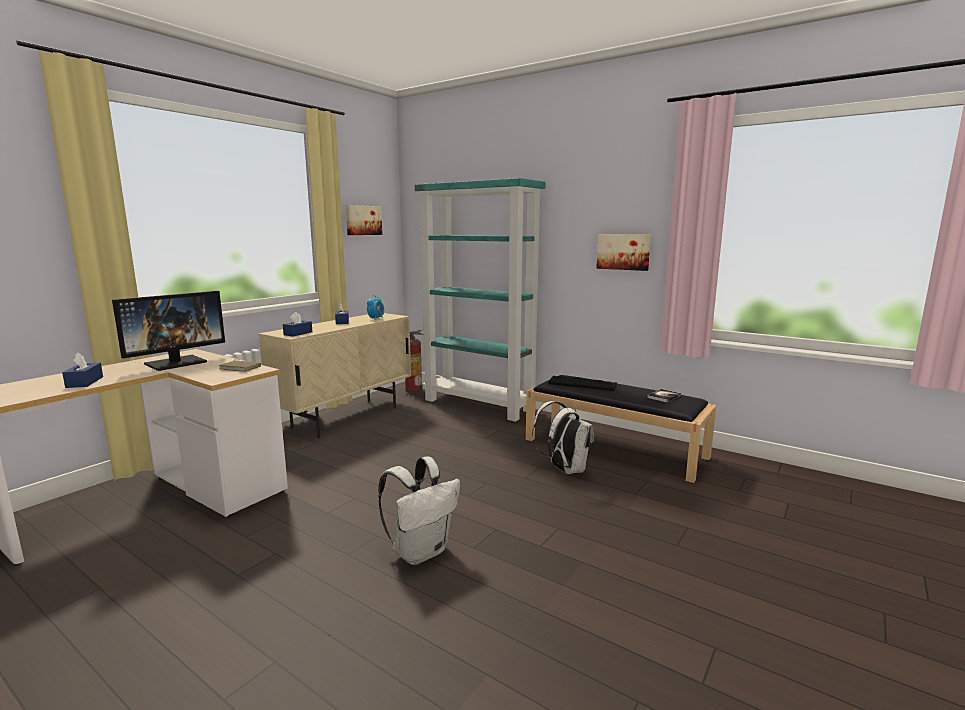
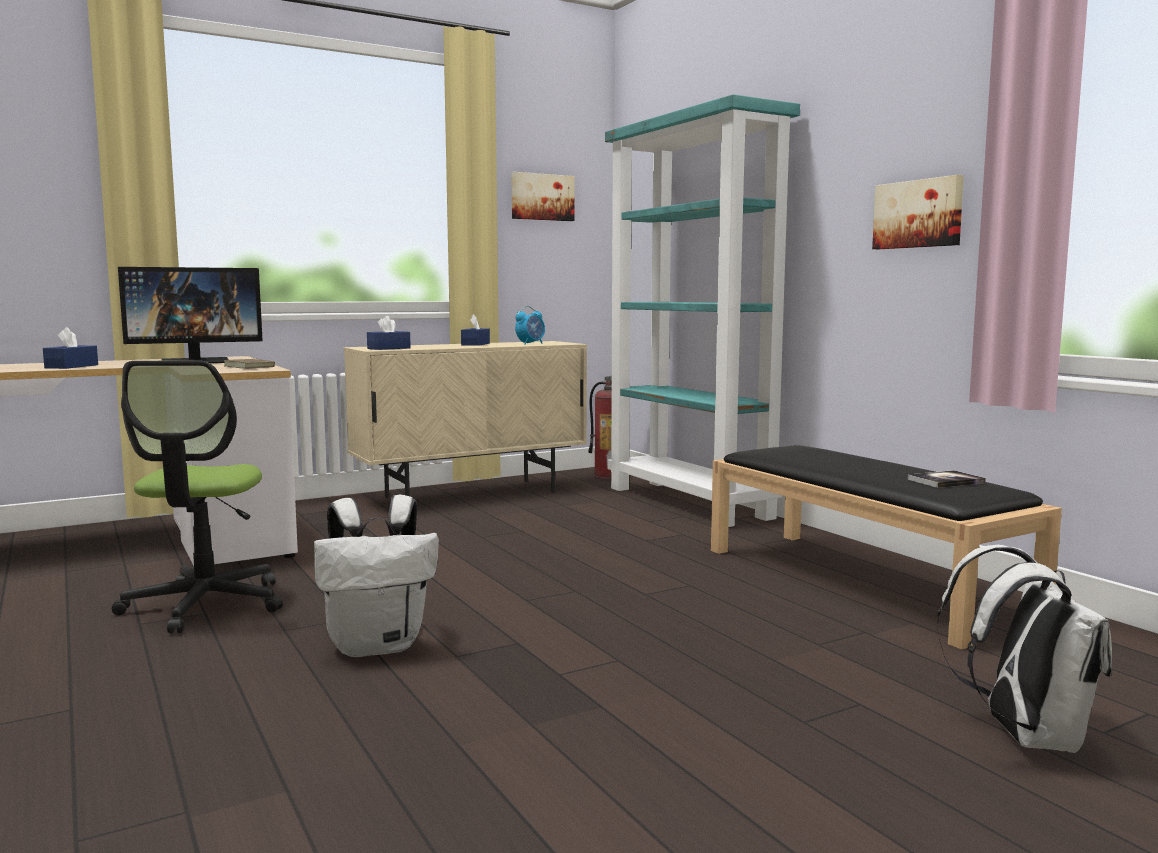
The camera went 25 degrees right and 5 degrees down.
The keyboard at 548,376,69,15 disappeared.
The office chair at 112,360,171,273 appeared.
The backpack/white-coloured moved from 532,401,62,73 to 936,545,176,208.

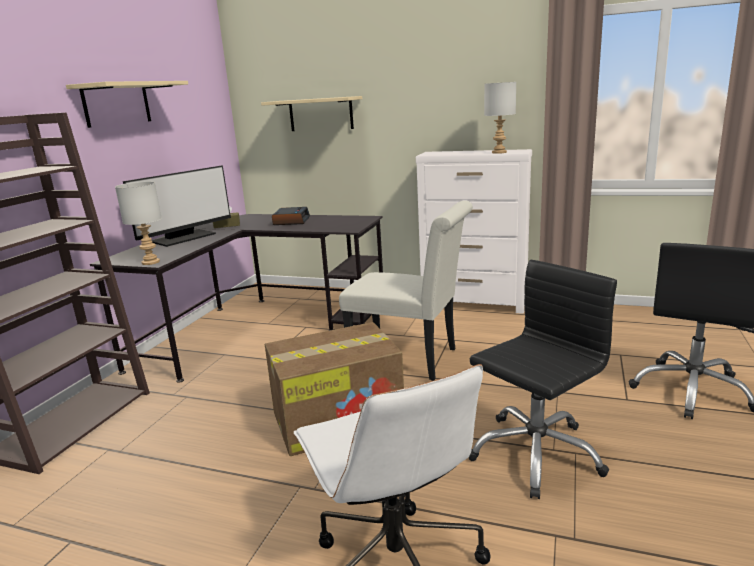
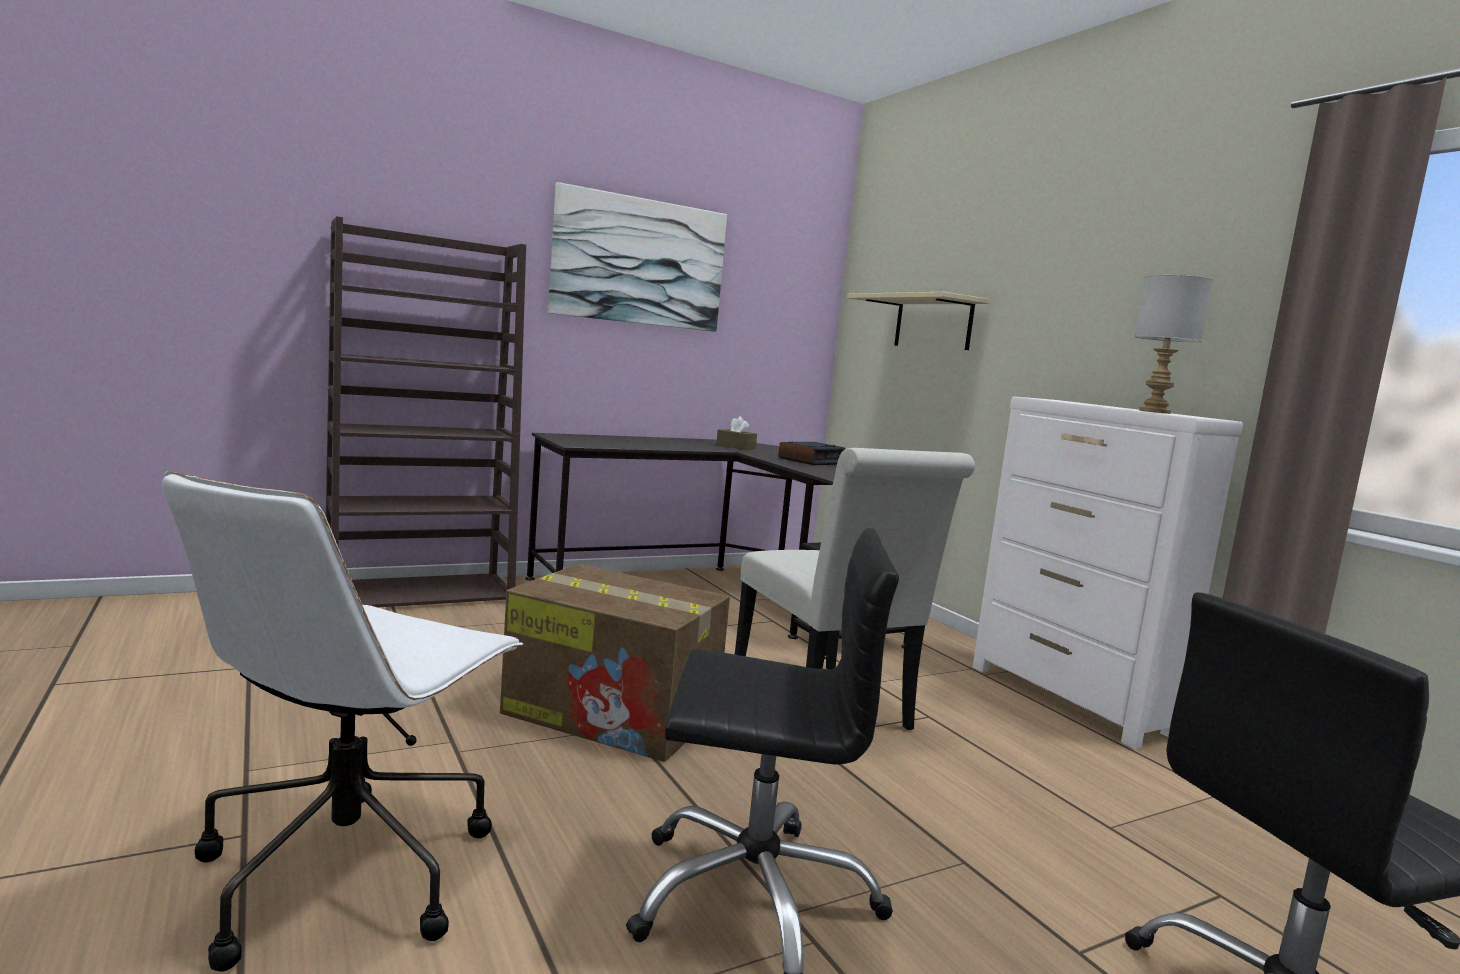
The camera went 40 degrees right and 10 degrees down.
The tabletop lamp/greyish at 115,181,47,84 disappeared.
The monitor at 123,166,108,81 disappeared.
The shelf/beige-coloured at 66,81,122,47 was replaced by the picture at 548,182,179,150.

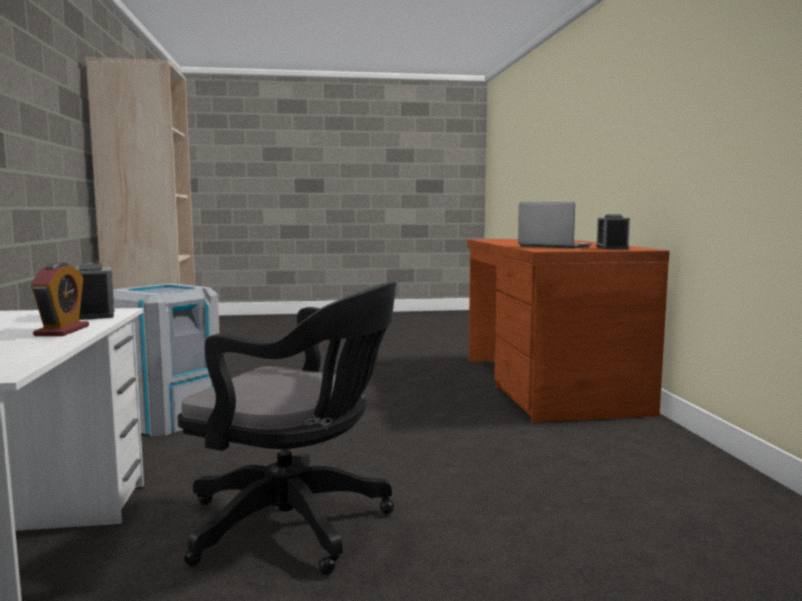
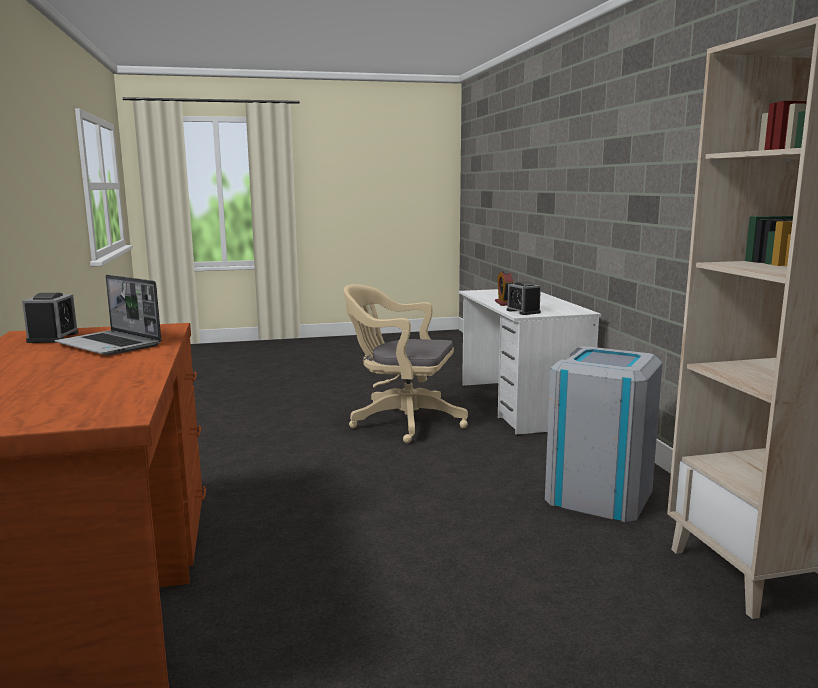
The camera went 175 degrees right and 5 degrees up.
The office chair/black-coloured at 178,282,219,293 became the office chair/beige-coloured at 344,284,124,159.

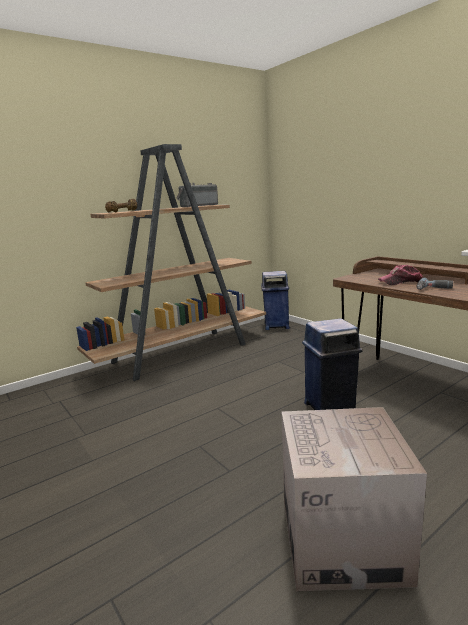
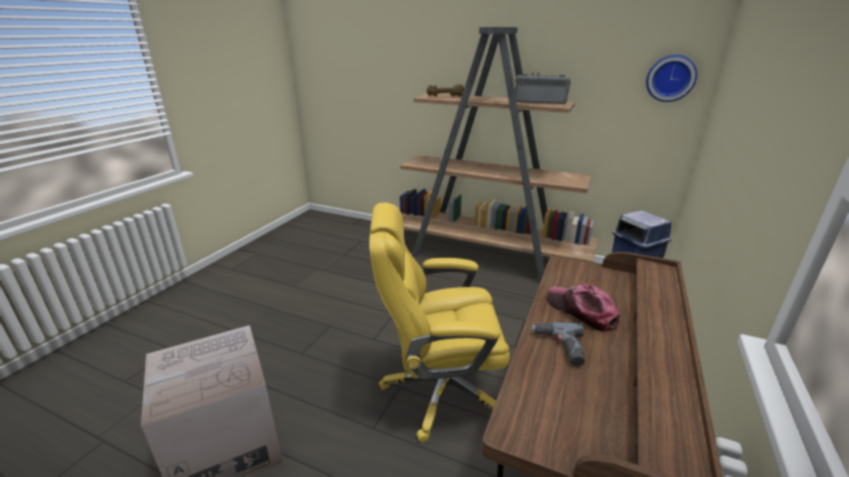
The camera went 60 degrees right and 10 degrees up.
The clock on the wall at 646,55,51,47 appeared.
The waste bin/blue-coloured at 302,318,60,92 was replaced by the office chair/yellow-coloured at 369,202,141,240.

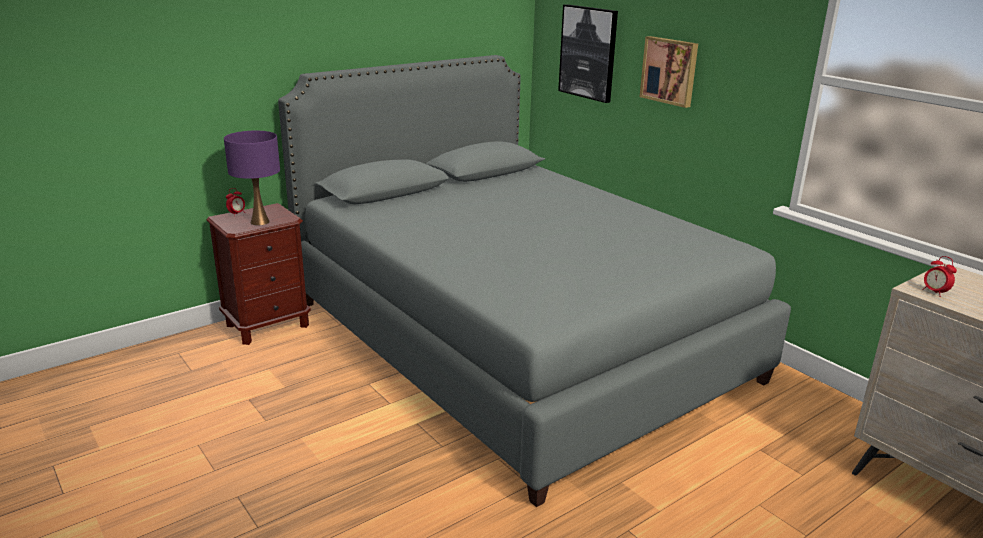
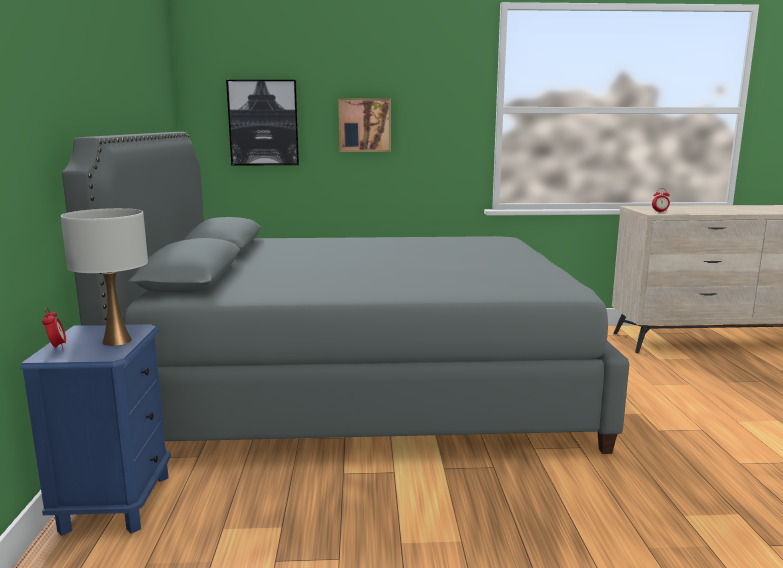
The camera went 55 degrees left and 10 degrees down.
The night table/brown-coloured at 206,203,105,142 became the night table/blue-coloured at 20,324,151,212.
The tabletop lamp/purple at 224,131,56,94 became the tabletop lamp/white-coloured at 61,208,87,138.

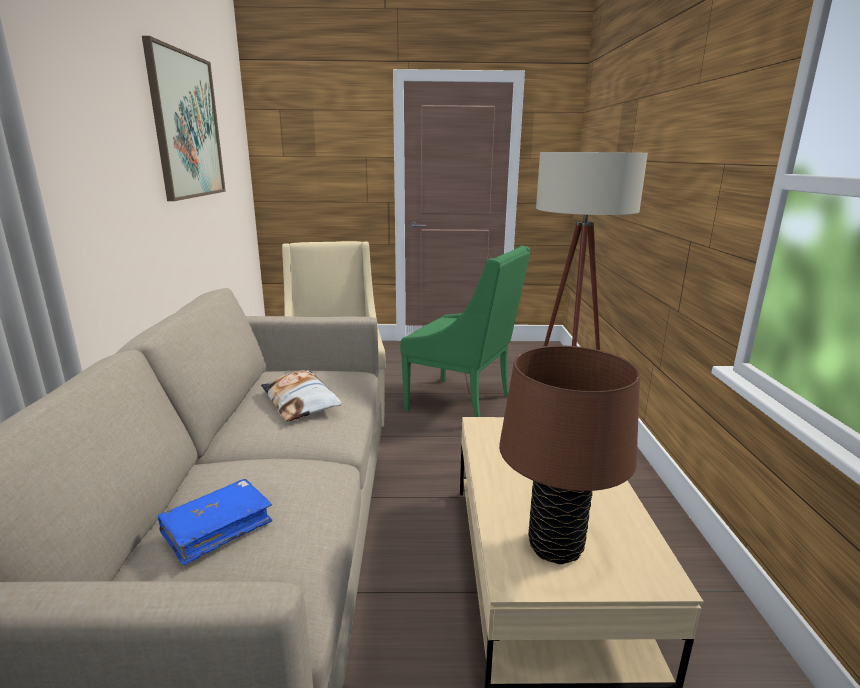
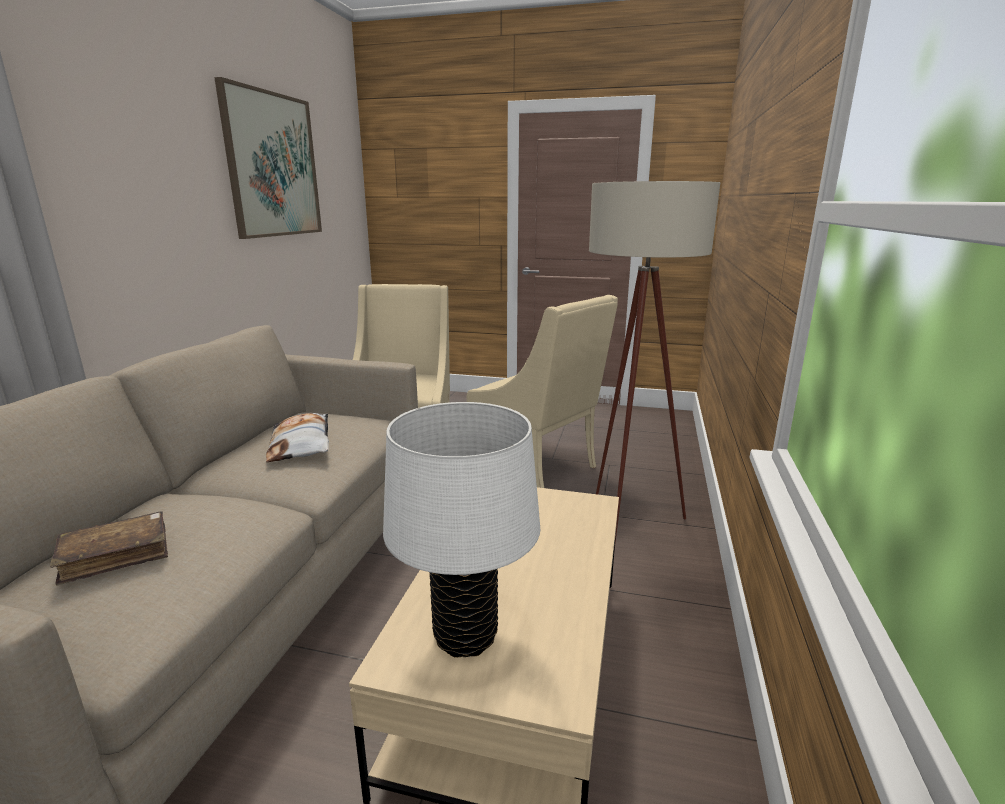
The camera went 15 degrees right and 0 degrees up.
The volume/blue-coloured at 157,479,115,86 became the volume/brown-coloured at 50,511,118,74.
The armchair/green-coloured at 400,246,130,171 became the armchair/beige-coloured at 467,295,151,193.
The tabletop lamp/brown-coloured at 499,345,141,220 became the tabletop lamp/white-coloured at 383,402,157,256.

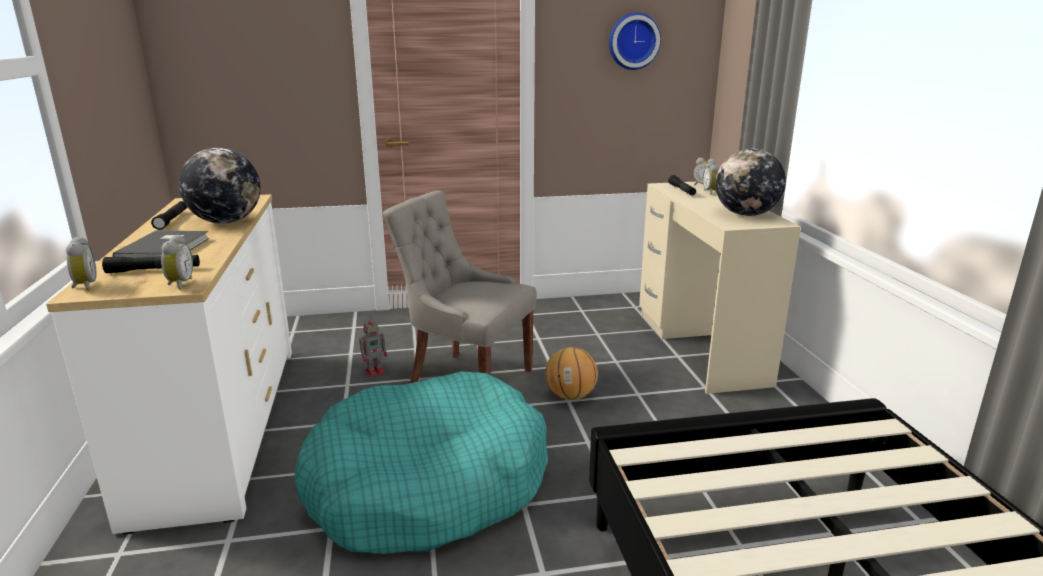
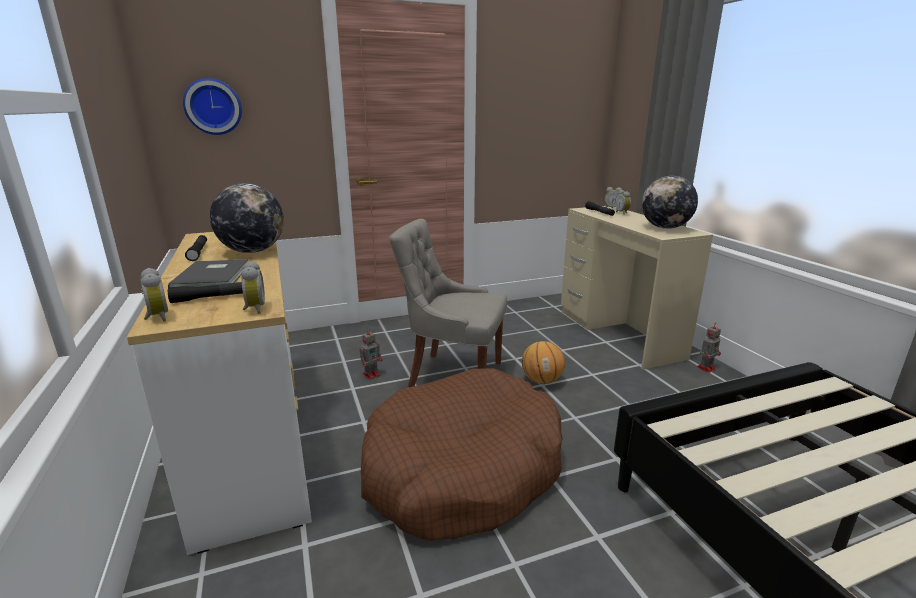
The camera went 10 degrees left and 0 degrees up.
The robot figure at 697,322,24,51 appeared.
The clock on the wall moved from 609,12,52,58 to 183,78,59,57.
The dog cushion/turquoise-coloured at 295,372,253,182 became the dog cushion/brown-coloured at 361,368,201,173.

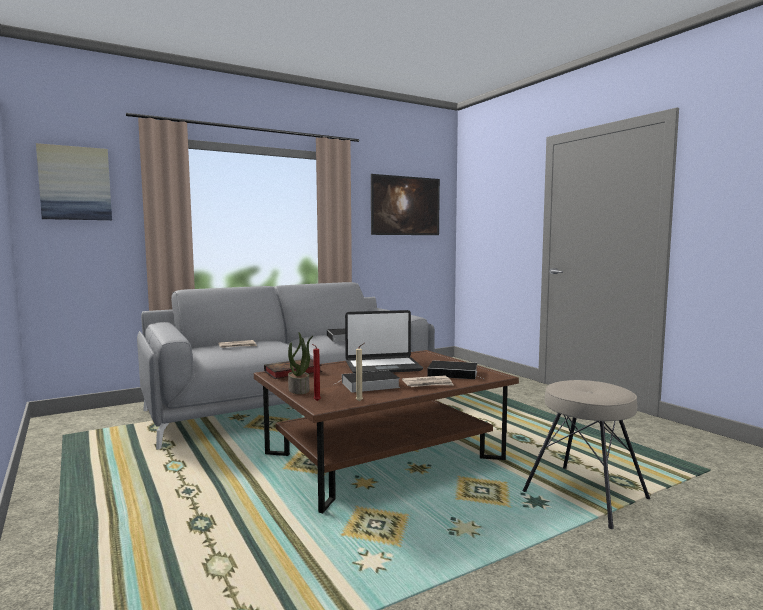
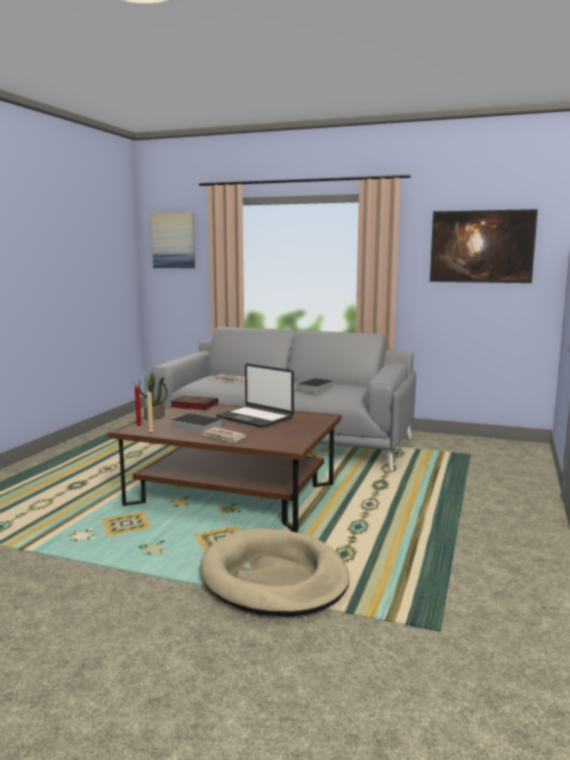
The camera went 50 degrees right and 5 degrees up.
The volume at 427,361,56,18 disappeared.
The sitting stool/beige-coloured at 522,380,128,149 was replaced by the dog cushion/beige-coloured at 200,528,150,88.

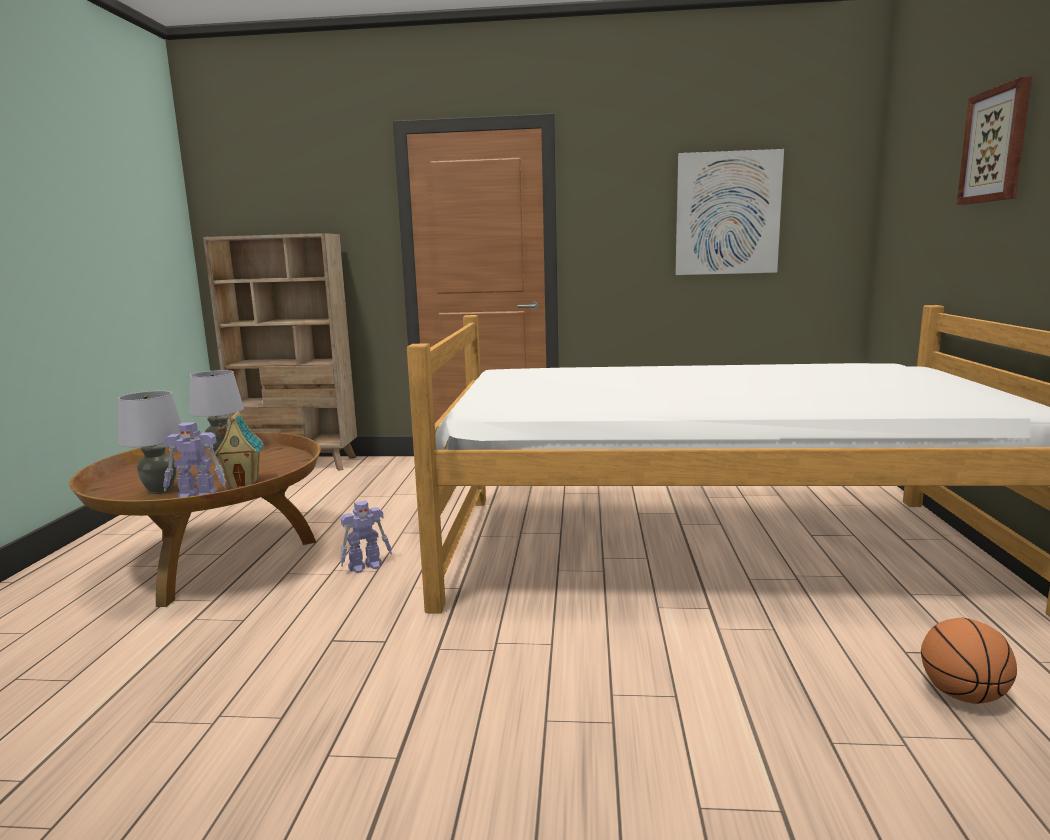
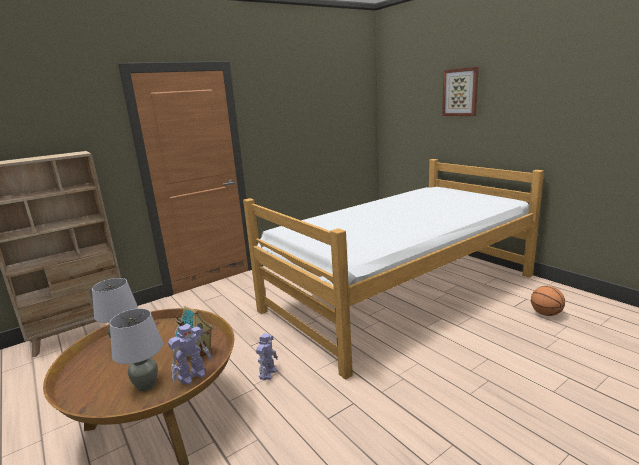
The camera went 40 degrees left and 5 degrees up.
The picture at 675,149,109,126 disappeared.

